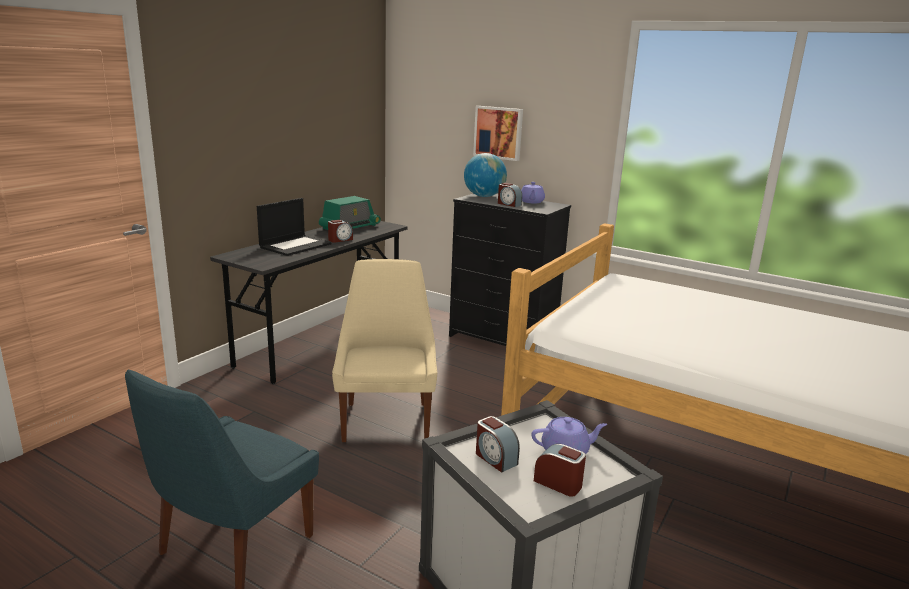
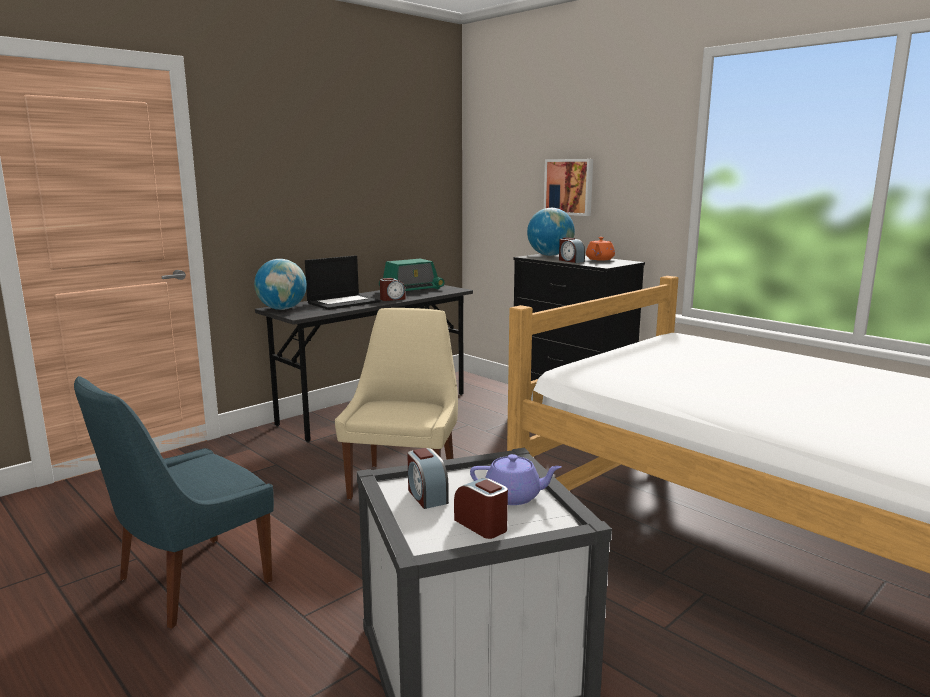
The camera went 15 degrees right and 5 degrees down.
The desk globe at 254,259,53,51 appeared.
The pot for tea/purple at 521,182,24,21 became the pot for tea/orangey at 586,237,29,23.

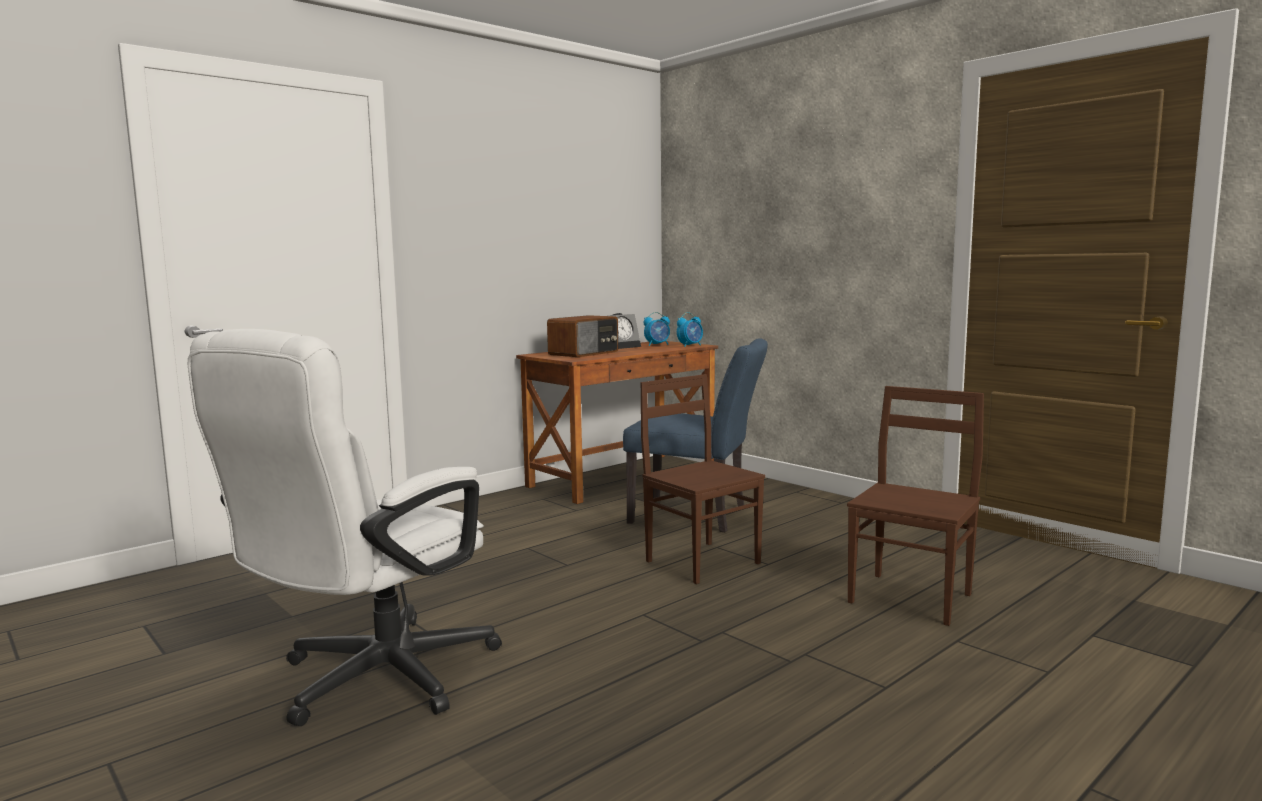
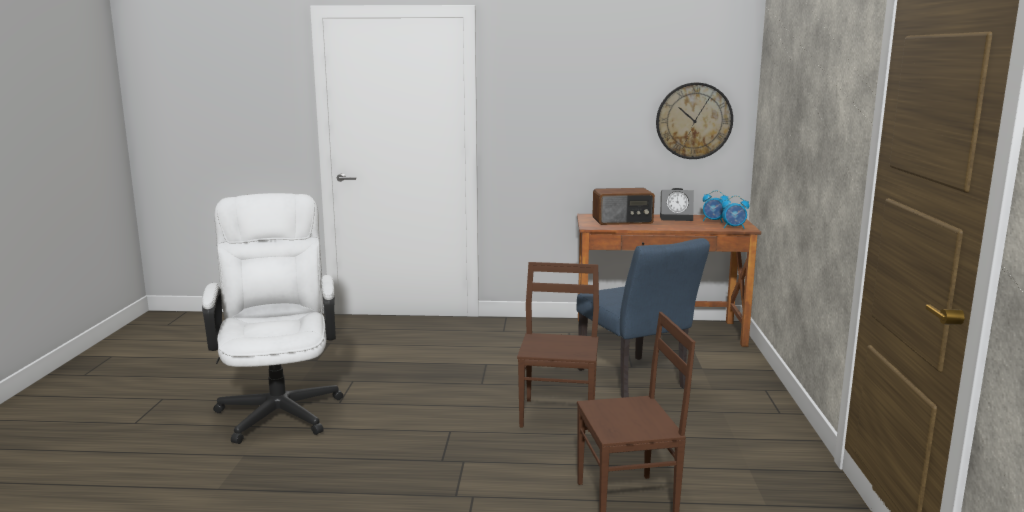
The camera went 45 degrees right and 5 degrees up.
The clock on the wall at 656,82,77,77 appeared.
The office chair/white-coloured at 188,329,314,397 turned 90 degrees clockwise.

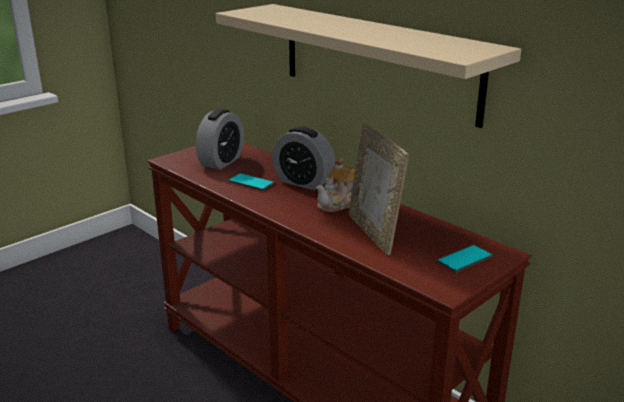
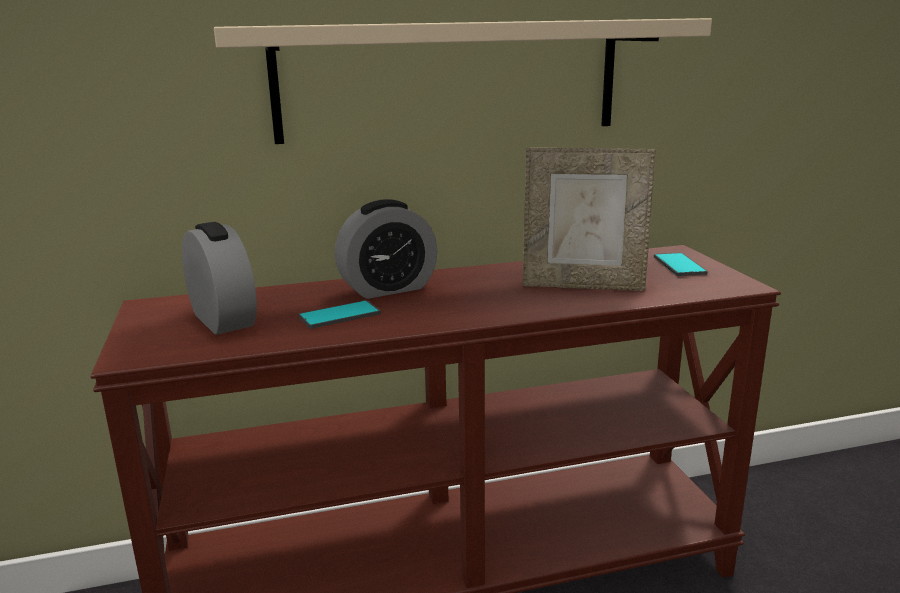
The camera went 60 degrees left and 5 degrees down.
The pot for tea at 316,158,39,54 disappeared.

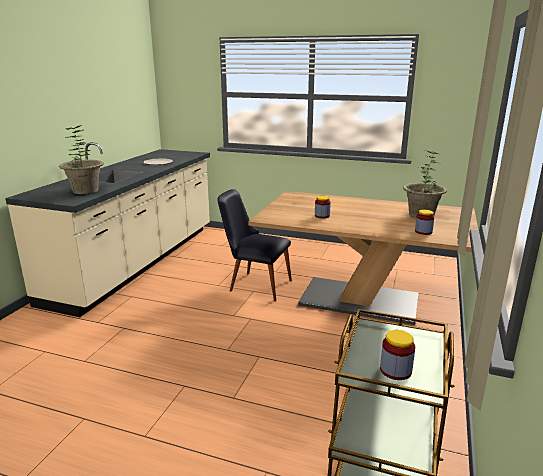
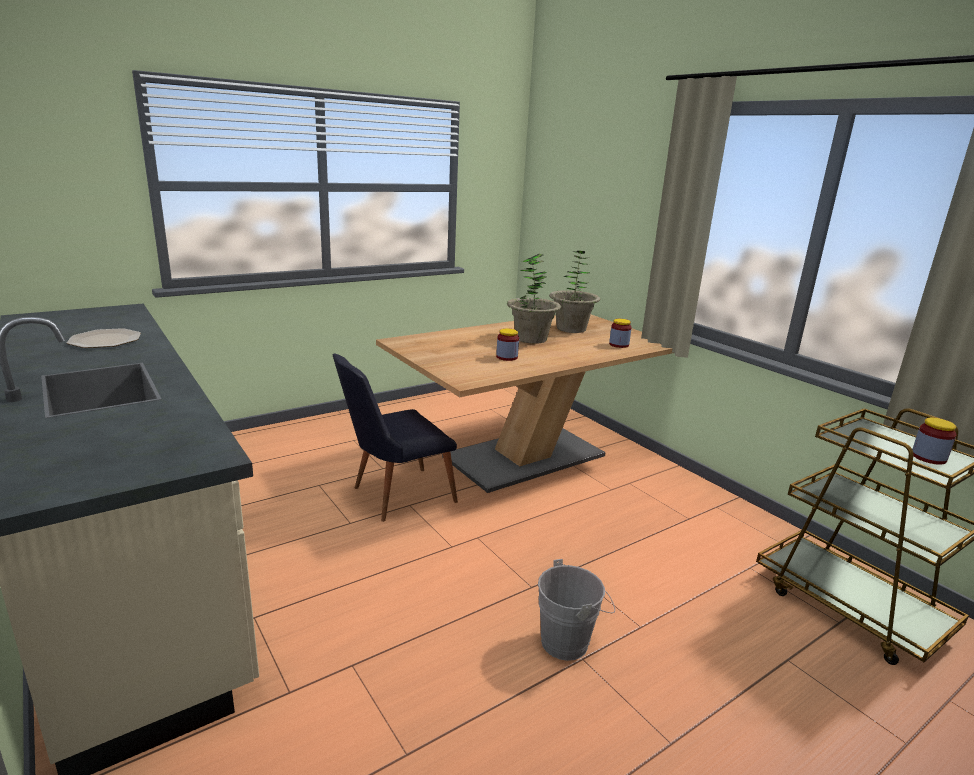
The camera went 55 degrees left and 0 degrees up.
The pail/greyish at 538,559,77,102 appeared.
The potted plant moved from 59,125,45,69 to 507,254,54,90.

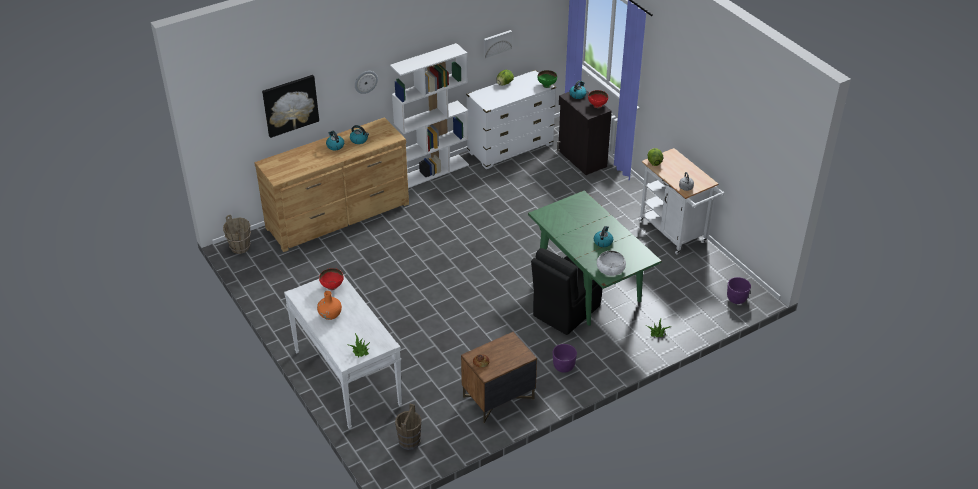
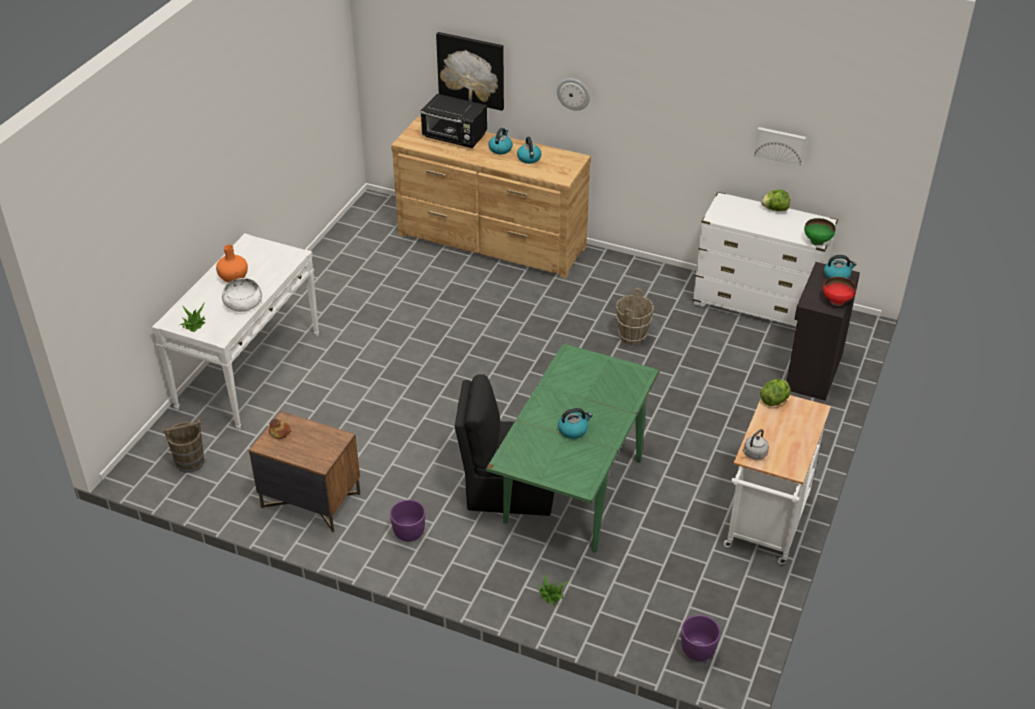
The camera went 55 degrees right and 0 degrees up.
The deep dish/red-coloured at 319,268,25,22 disappeared.
The bookshelf/white-coloured at 390,43,79,145 disappeared.
The microwave/black-coloured at 420,94,67,54 appeared.
The pail/brown-coloured moved from 223,215,28,39 to 616,288,37,57.
The deep dish/white-coloured moved from 597,251,29,25 to 222,278,40,34.

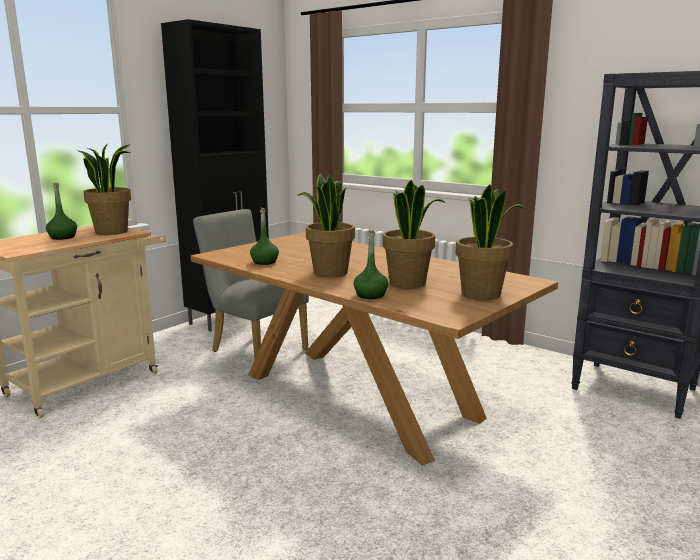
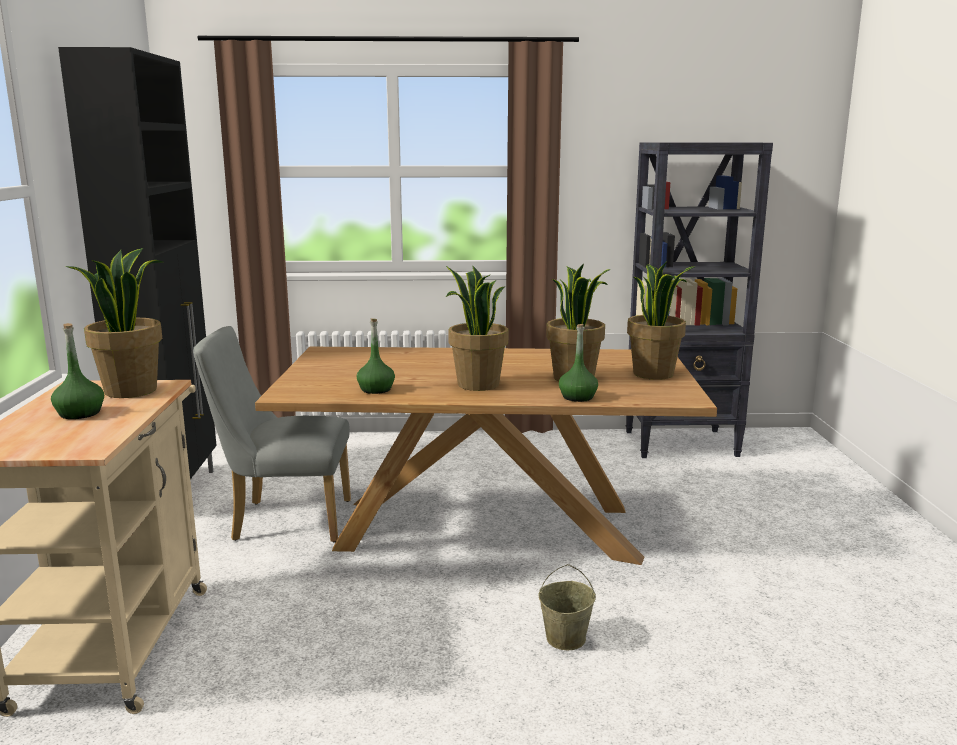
The camera went 40 degrees left and 0 degrees up.
The pail/beige-coloured at 538,564,58,86 appeared.

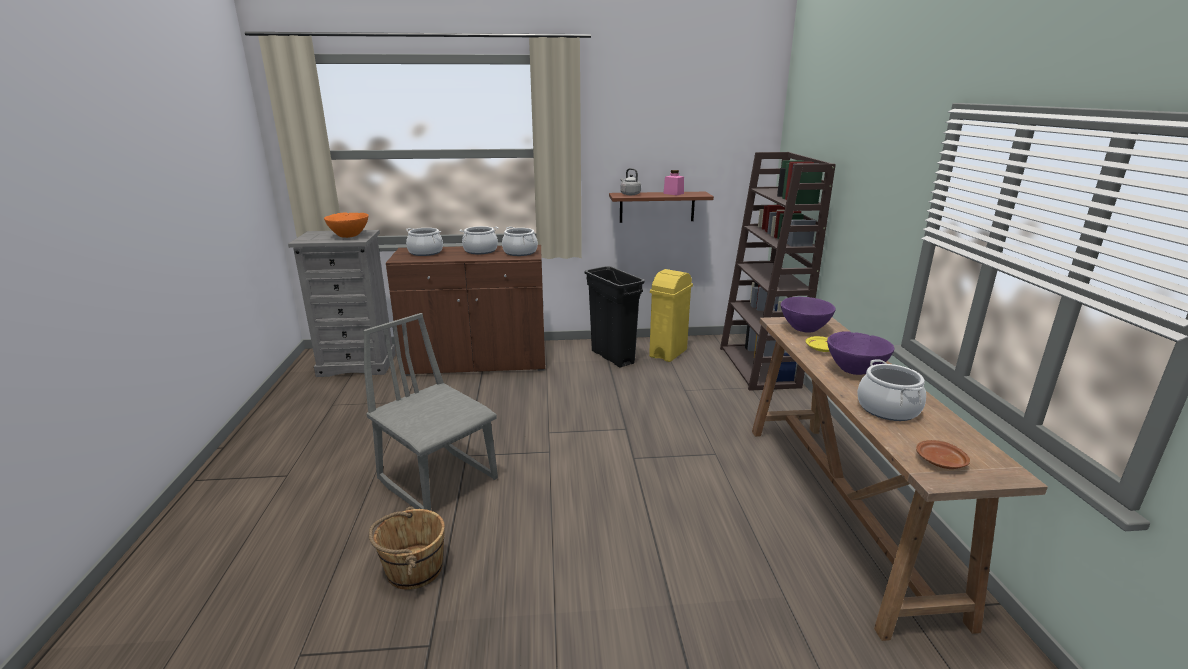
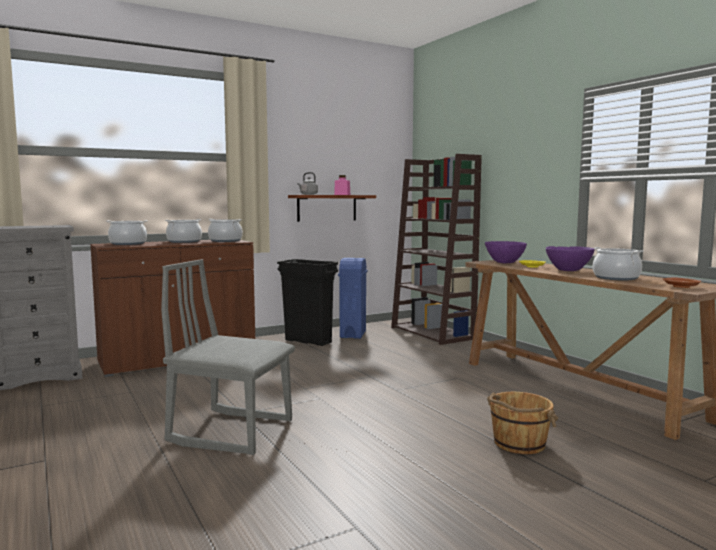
The camera went 25 degrees left and 15 degrees down.
The deep dish/orangey at 324,213,44,25 disappeared.
The pail/brown-coloured moved from 369,507,76,83 to 487,392,71,62.
The waste bin/yellow-coloured at 649,269,44,93 became the waste bin/blue-coloured at 338,258,29,81.

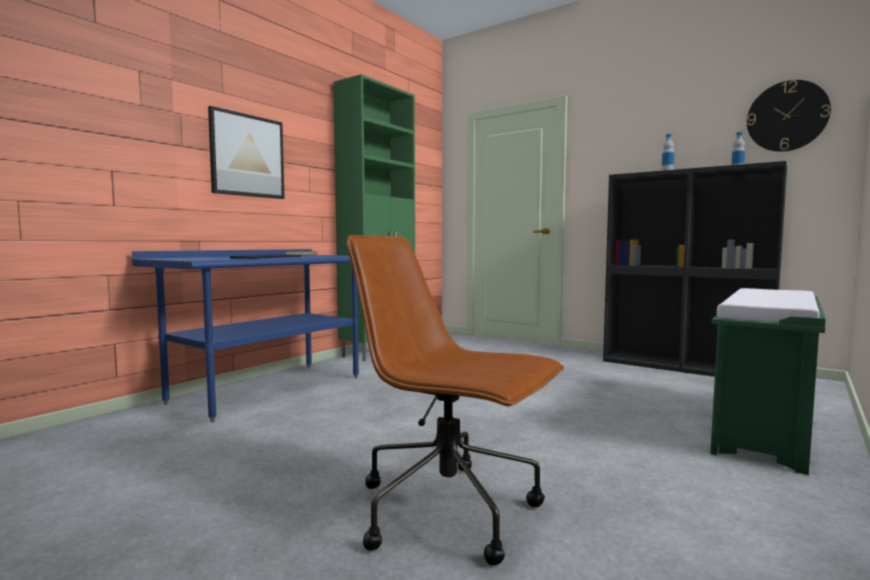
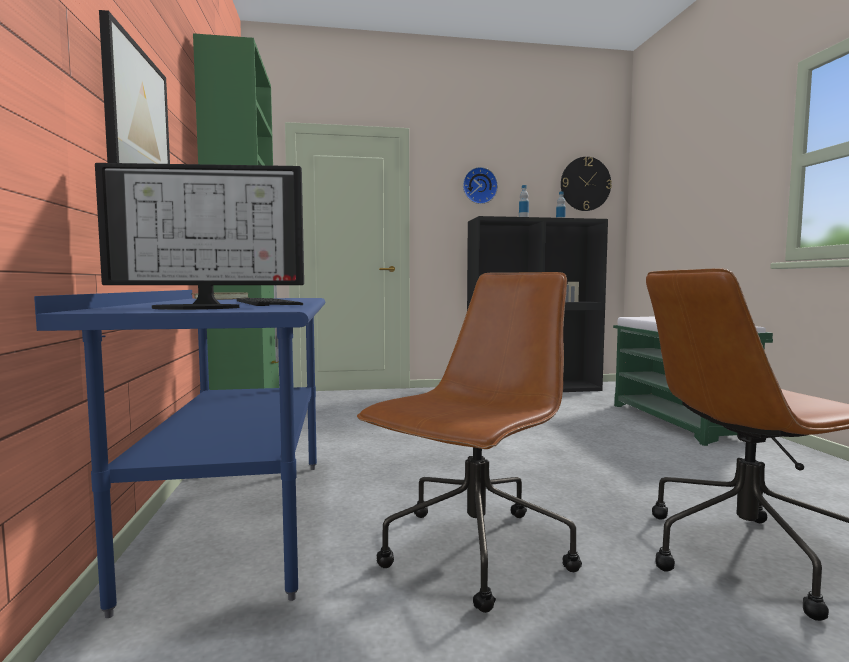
The camera went 45 degrees left and 0 degrees up.
The monitor at 95,163,209,147 appeared.
The office chair/brown-coloured at 357,272,225,341 appeared.
The clock on the wall at 463,167,35,37 appeared.

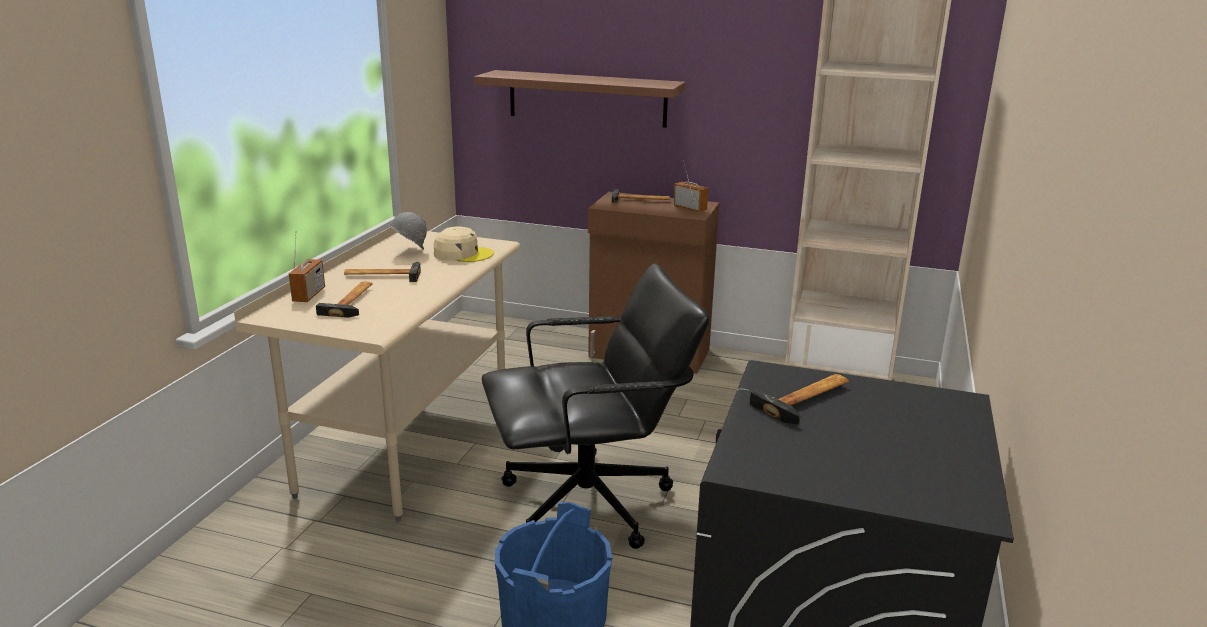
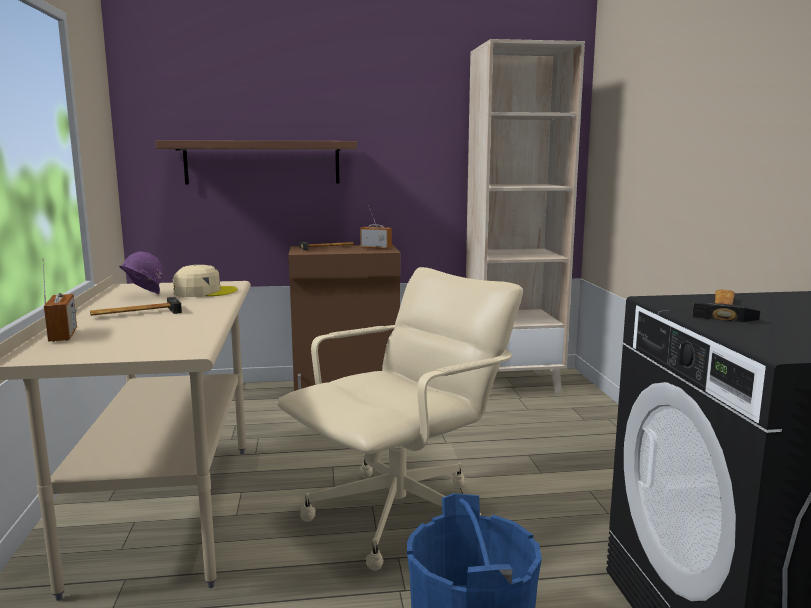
The camera went 25 degrees left and 10 degrees down.
The tool hammer at 316,282,57,36 disappeared.
The work helmet/greyish at 388,212,39,38 became the work helmet/purple at 119,251,44,43.
The office chair/black-coloured at 482,263,228,286 became the office chair/beige-coloured at 276,267,247,304.

